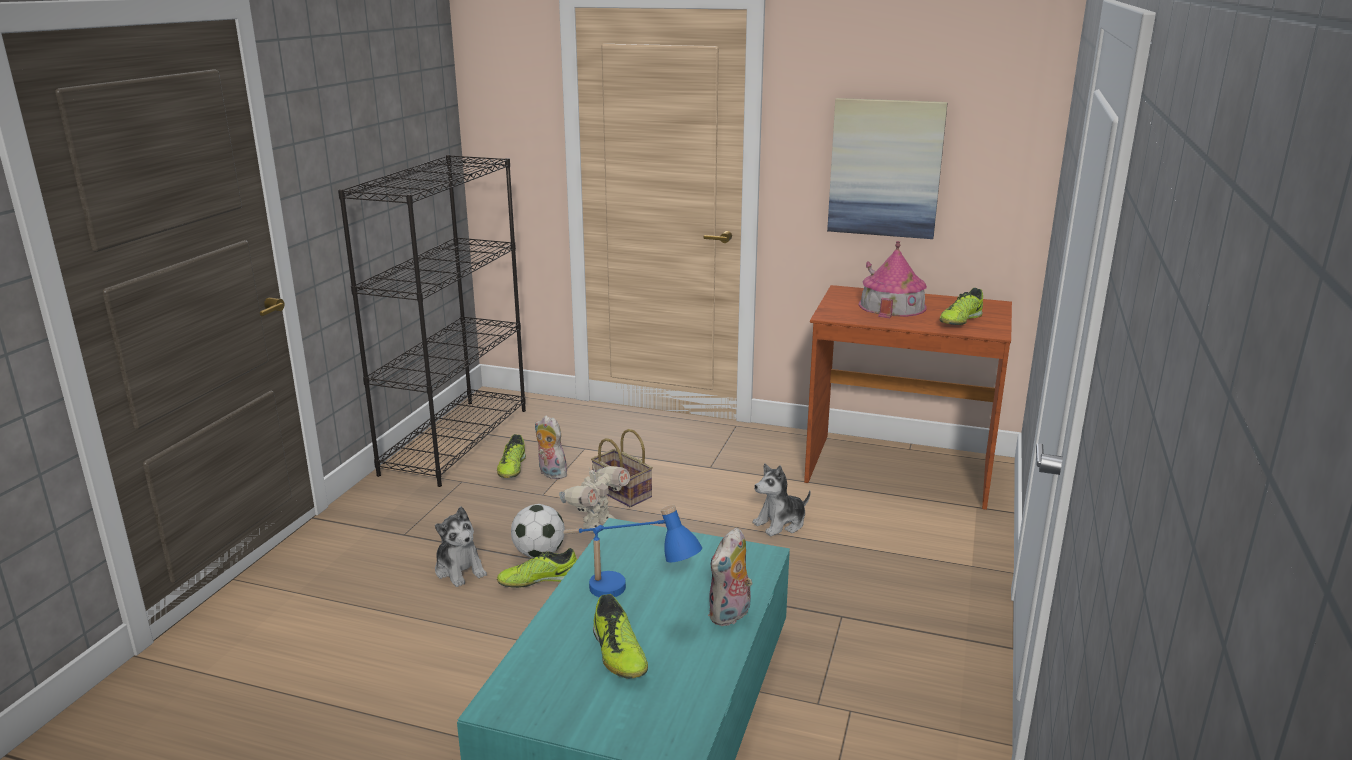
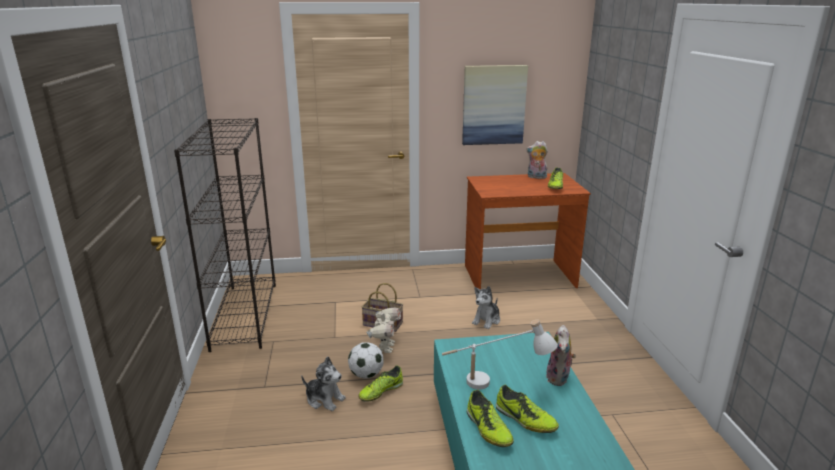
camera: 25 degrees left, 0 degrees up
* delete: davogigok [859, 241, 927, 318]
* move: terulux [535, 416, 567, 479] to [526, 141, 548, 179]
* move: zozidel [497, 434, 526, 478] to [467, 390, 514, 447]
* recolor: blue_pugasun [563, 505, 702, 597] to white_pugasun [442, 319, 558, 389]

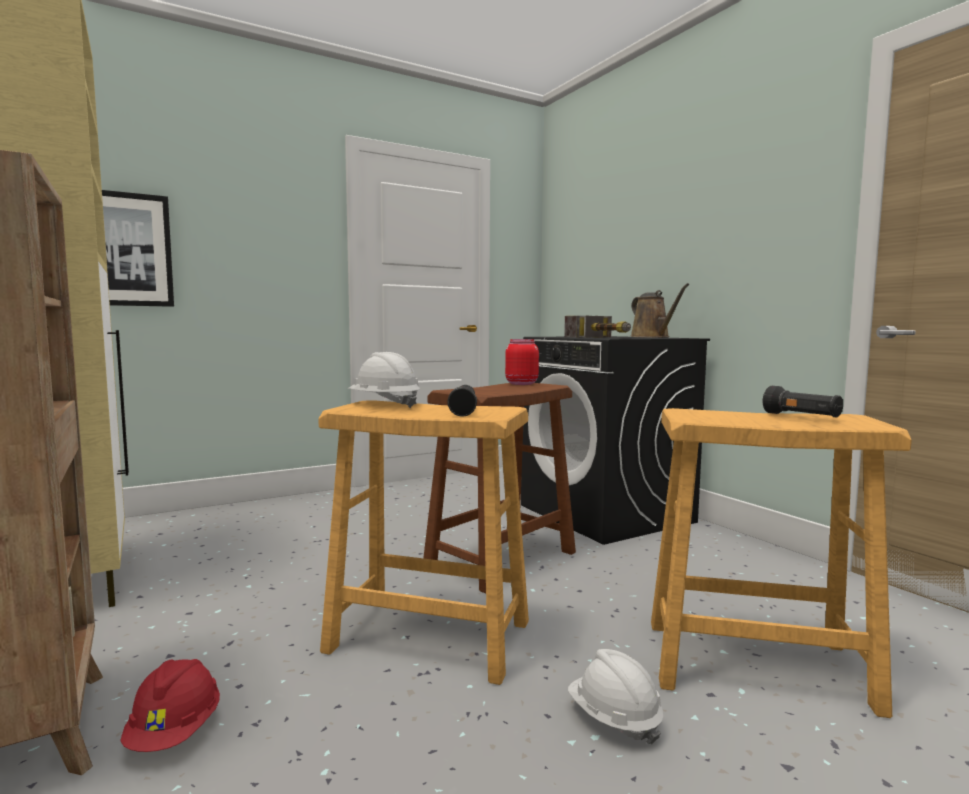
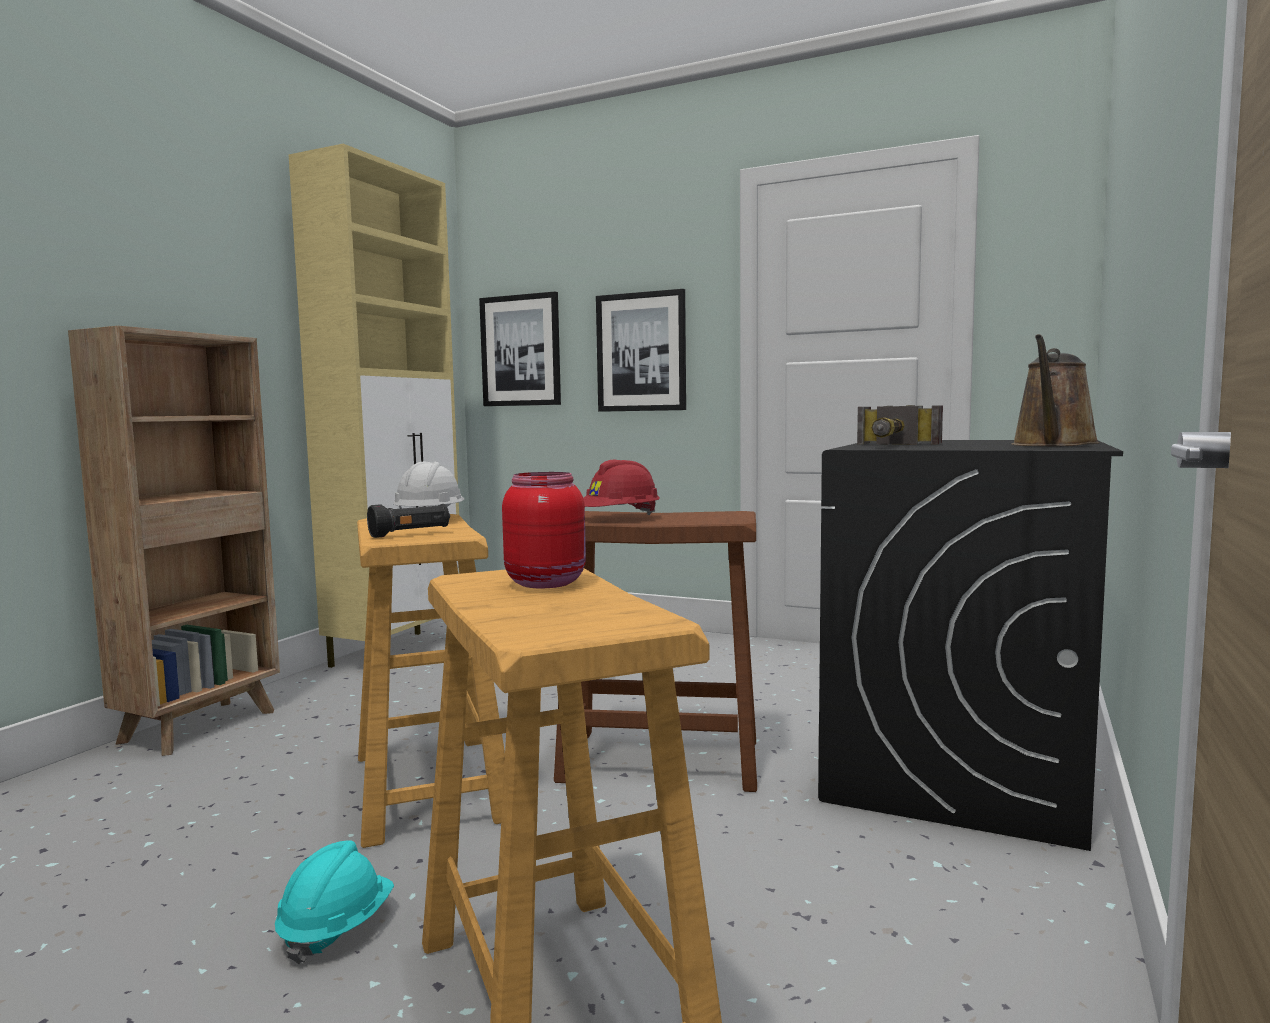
camera: 55 degrees right, 0 degrees up
* move: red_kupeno [505, 339, 539, 385] to [502, 472, 586, 588]
* delete: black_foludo [763, 386, 843, 417]
* recolor: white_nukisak [568, 649, 664, 745] to turquoise_nukisak [275, 840, 394, 964]
* move: red_nukisak [120, 659, 220, 752] to [583, 460, 660, 515]
* insert: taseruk [596, 289, 686, 412]

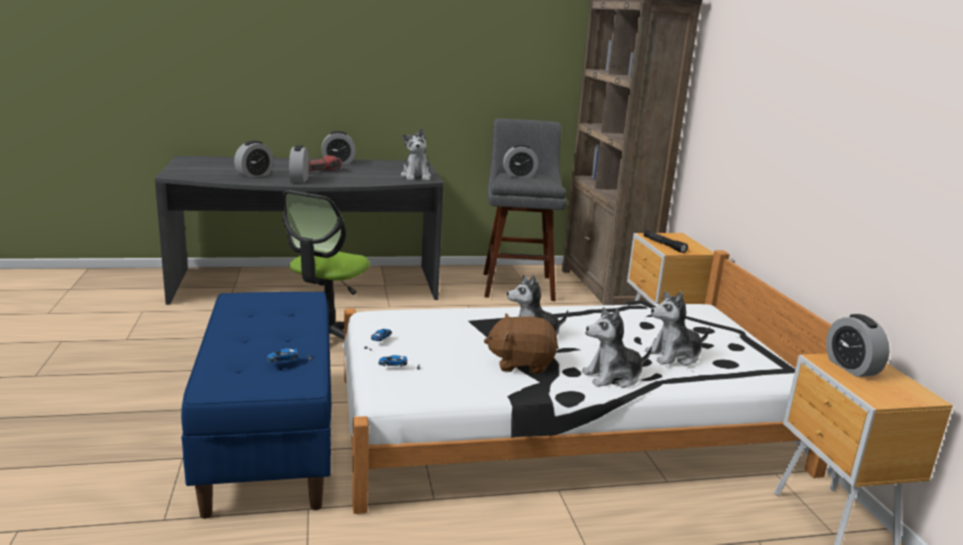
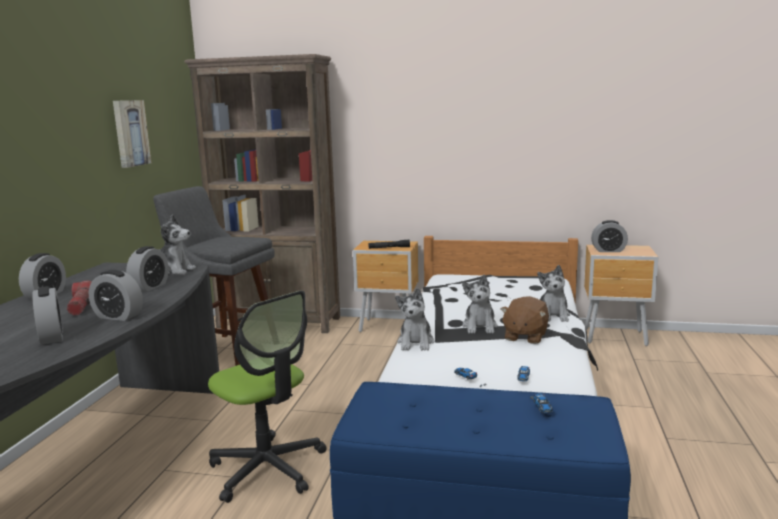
camera: 65 degrees left, 5 degrees down
* move: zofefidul [503, 144, 538, 178] to [126, 246, 169, 292]
* move: terulux [645, 291, 710, 366] to [395, 288, 435, 351]
* insert: taseruk [113, 100, 151, 168]

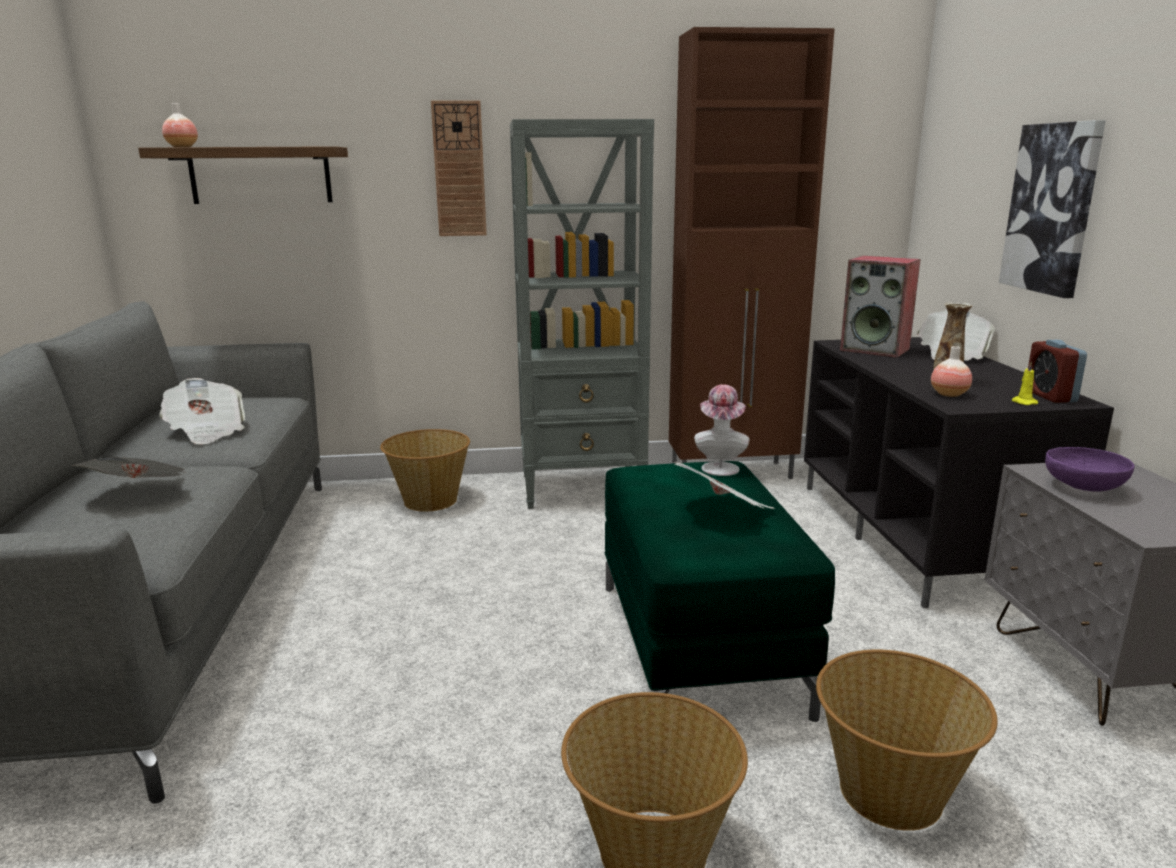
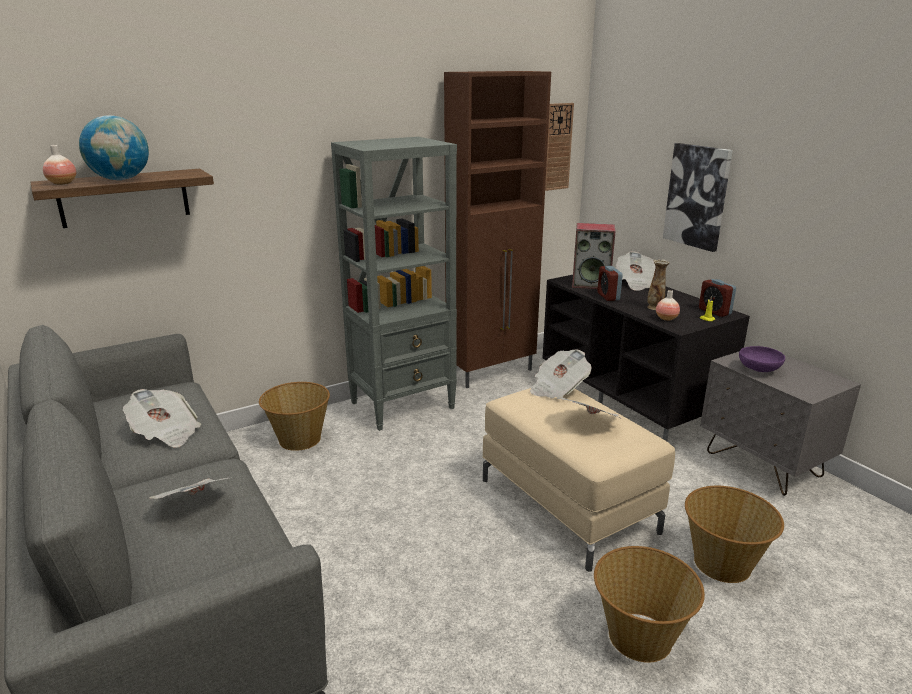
camera: 25 degrees left, 5 degrees up
* move: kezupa [431, 101, 487, 236] to [545, 103, 574, 191]
* replace: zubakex [694, 384, 749, 476] to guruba [530, 350, 591, 399]
* recolor: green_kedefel [605, 461, 835, 722] to beige_kedefel [483, 388, 675, 572]
* insert: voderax [79, 115, 149, 180]
* insert: zofefidul [597, 266, 623, 301]

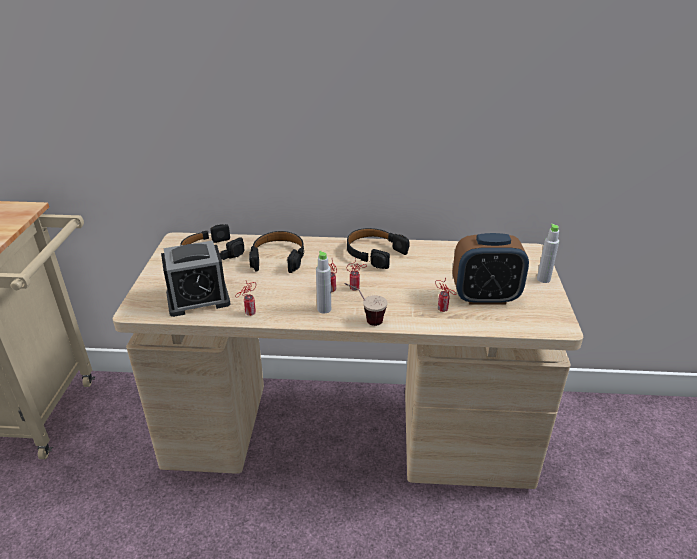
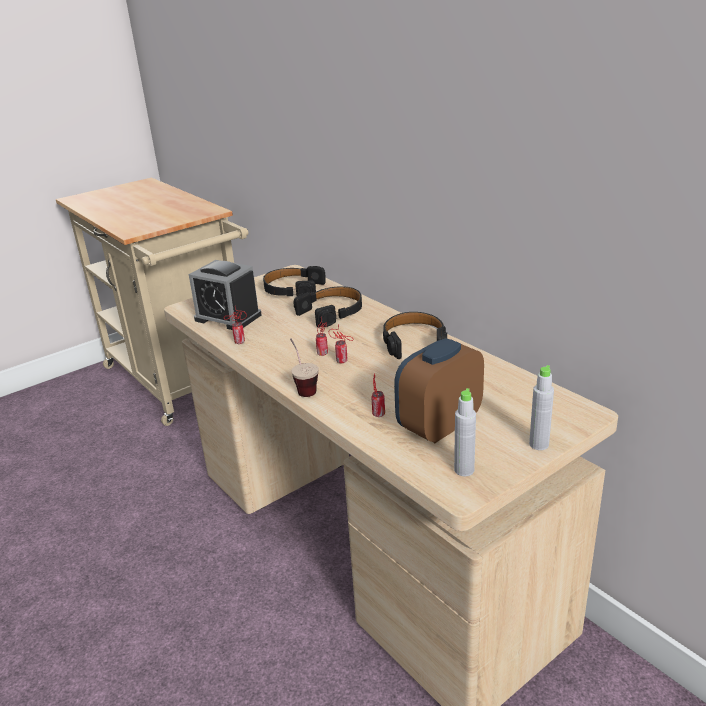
camera: 50 degrees right, 5 degrees down
* rotate: zofefidul [453, 233, 529, 305] = [394, 338, 484, 443] 90 degrees clockwise
* move: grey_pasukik [316, 251, 331, 313] to [454, 388, 476, 476]

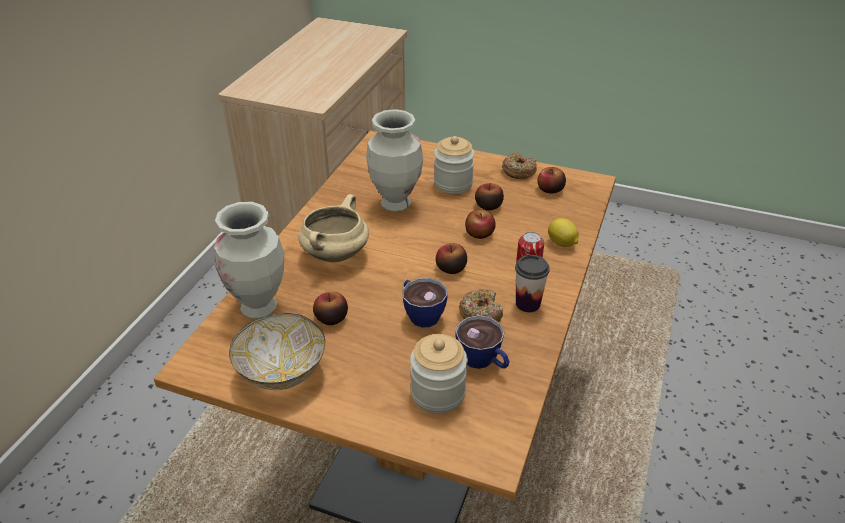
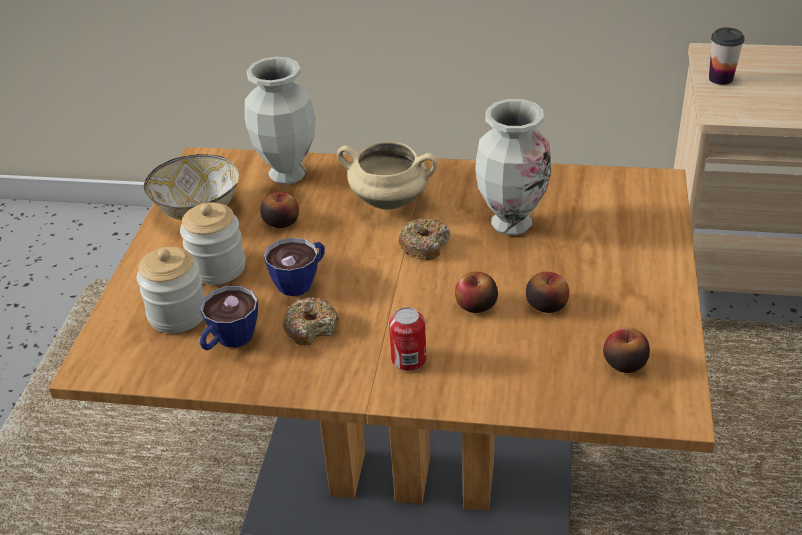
camera: 80 degrees right, 0 degrees up
* move: kupeno [434, 136, 475, 194] to [180, 203, 245, 285]
* move: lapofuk [502, 152, 537, 179] to [399, 218, 450, 260]
* delete: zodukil [548, 218, 579, 247]
* delete: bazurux [436, 243, 467, 274]
* move: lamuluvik [515, 255, 550, 312] to [709, 27, 745, 85]

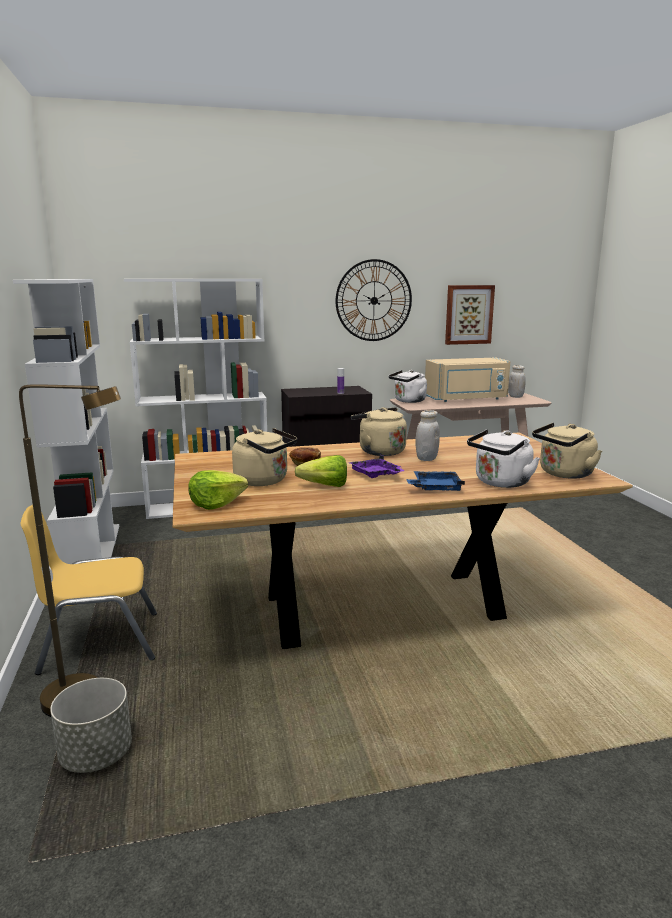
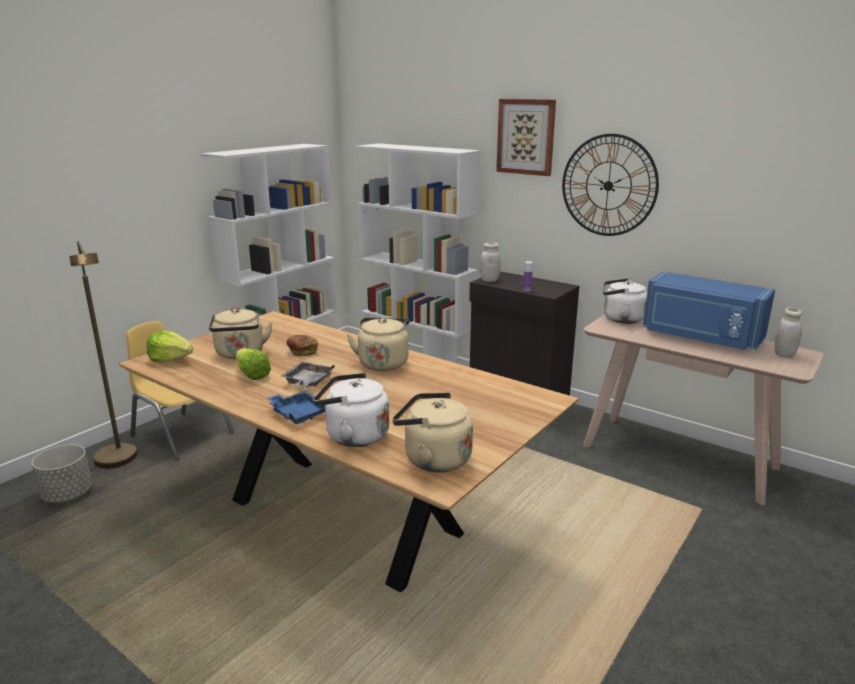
camera: 50 degrees right, 5 degrees up
* move: taseruk [445, 285, 495, 345] to [496, 99, 556, 176]
* recolor: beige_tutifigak [425, 358, 510, 402] to blue_tutifigak [643, 272, 775, 350]
* move: white_kupeno [416, 410, 440, 461] to [480, 243, 501, 282]
* recolor: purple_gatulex [349, 455, 405, 478] to grey_gatulex [281, 362, 334, 387]

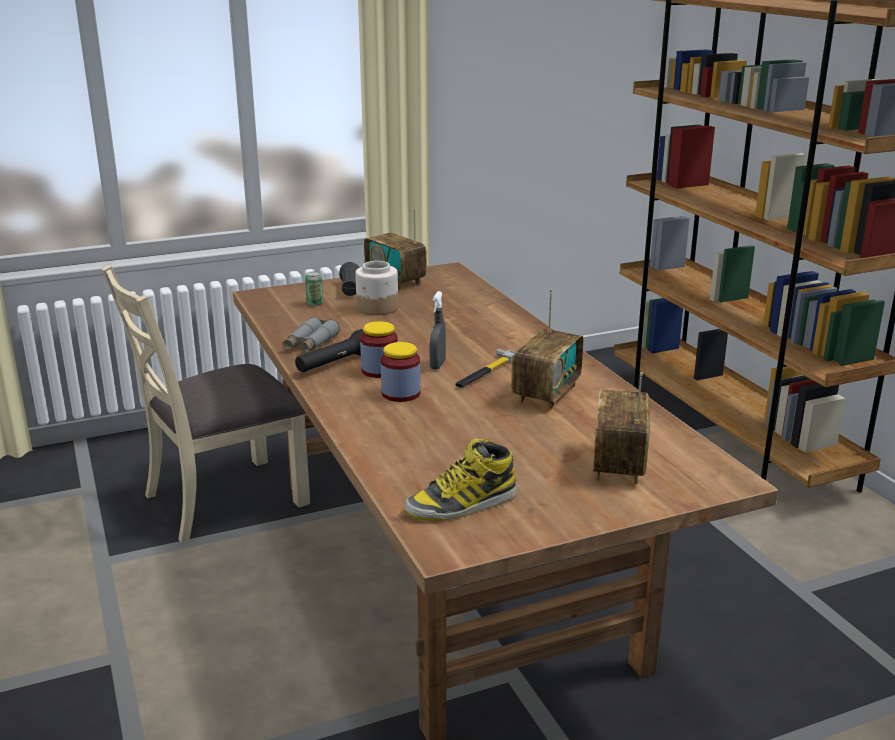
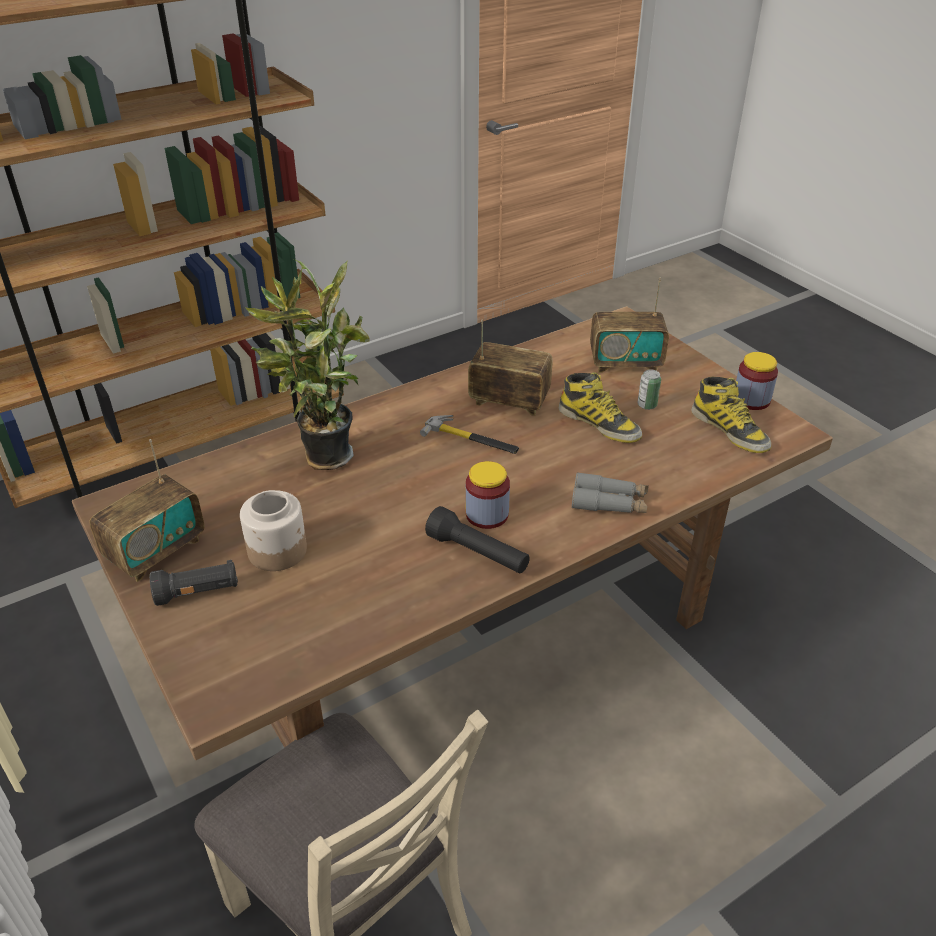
camera: 100 degrees left, 15 degrees up
* move: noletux [305, 271, 323, 306] to [638, 369, 661, 410]
* delete: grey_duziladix [429, 291, 446, 370]
* move: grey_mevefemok [282, 317, 340, 353] to [572, 473, 649, 513]
* move: kupeno [381, 342, 421, 402] to [736, 352, 778, 410]
* insert: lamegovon [245, 259, 370, 470]
* insert: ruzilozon [558, 372, 642, 443]

